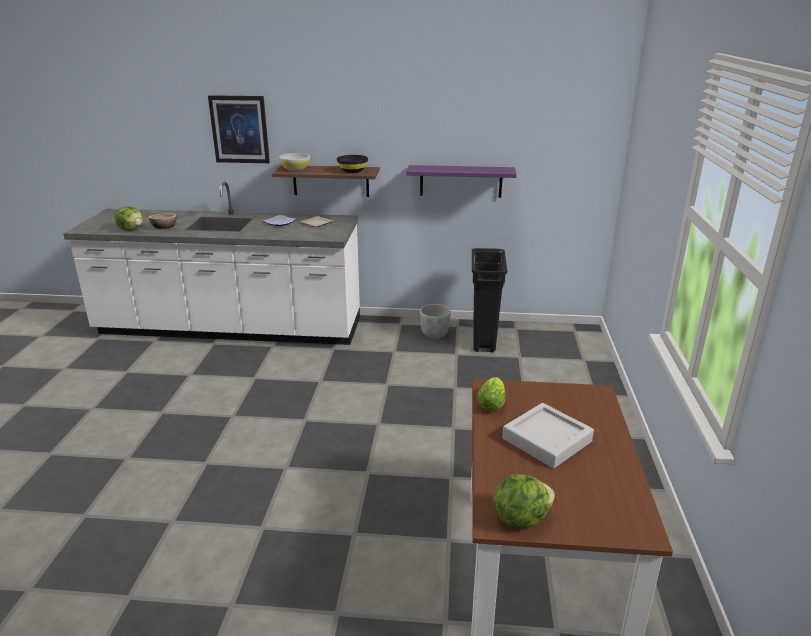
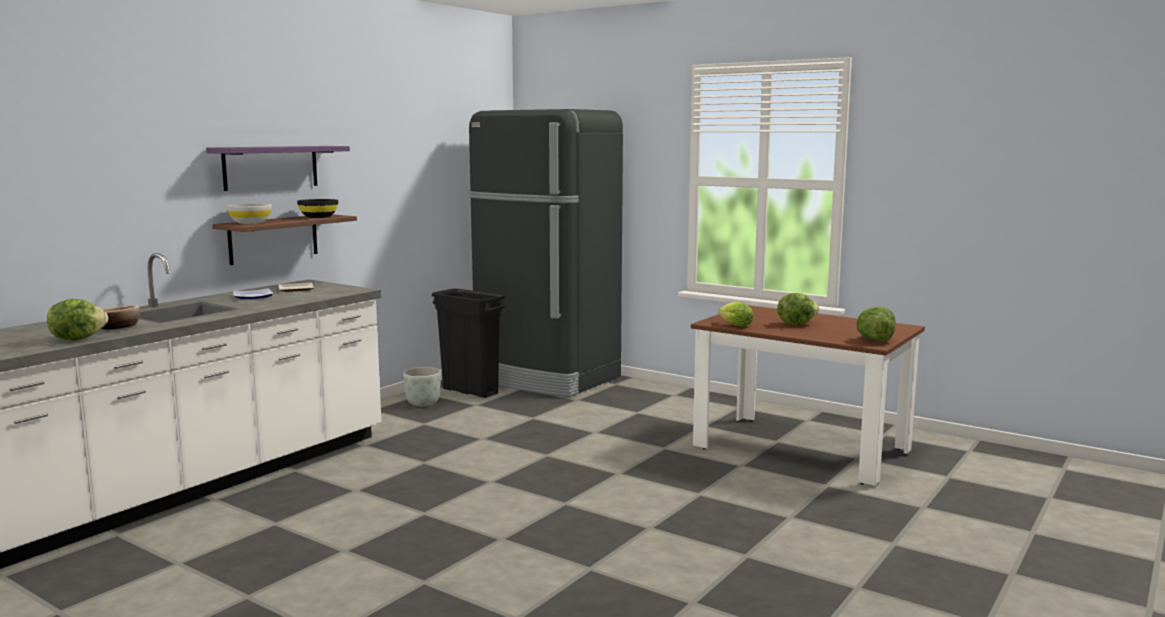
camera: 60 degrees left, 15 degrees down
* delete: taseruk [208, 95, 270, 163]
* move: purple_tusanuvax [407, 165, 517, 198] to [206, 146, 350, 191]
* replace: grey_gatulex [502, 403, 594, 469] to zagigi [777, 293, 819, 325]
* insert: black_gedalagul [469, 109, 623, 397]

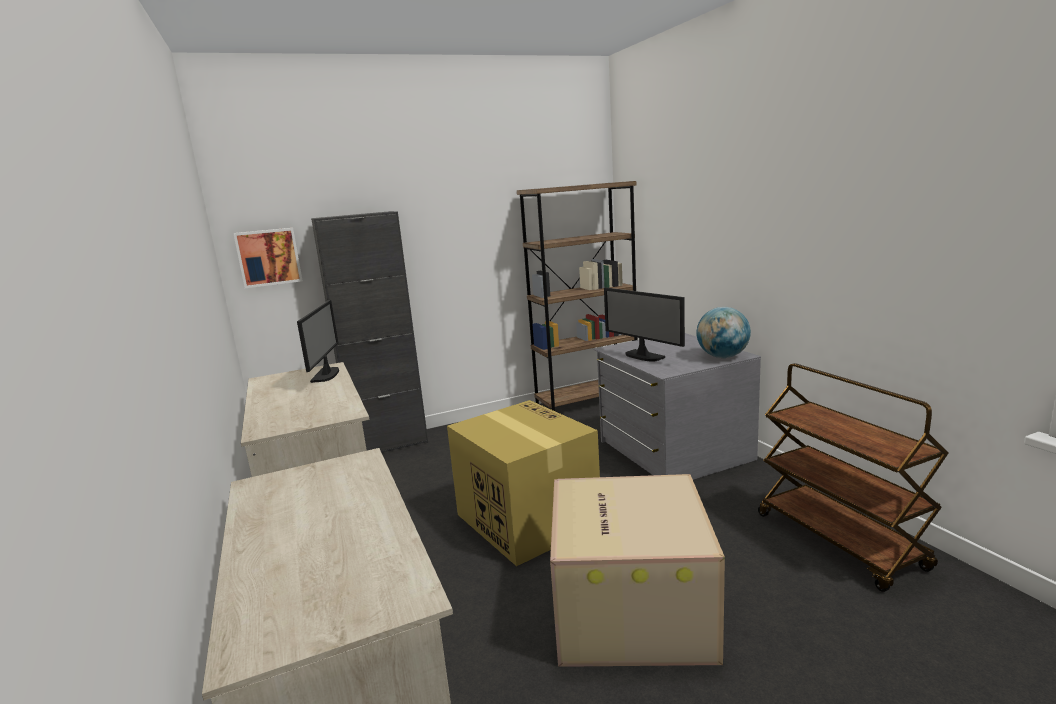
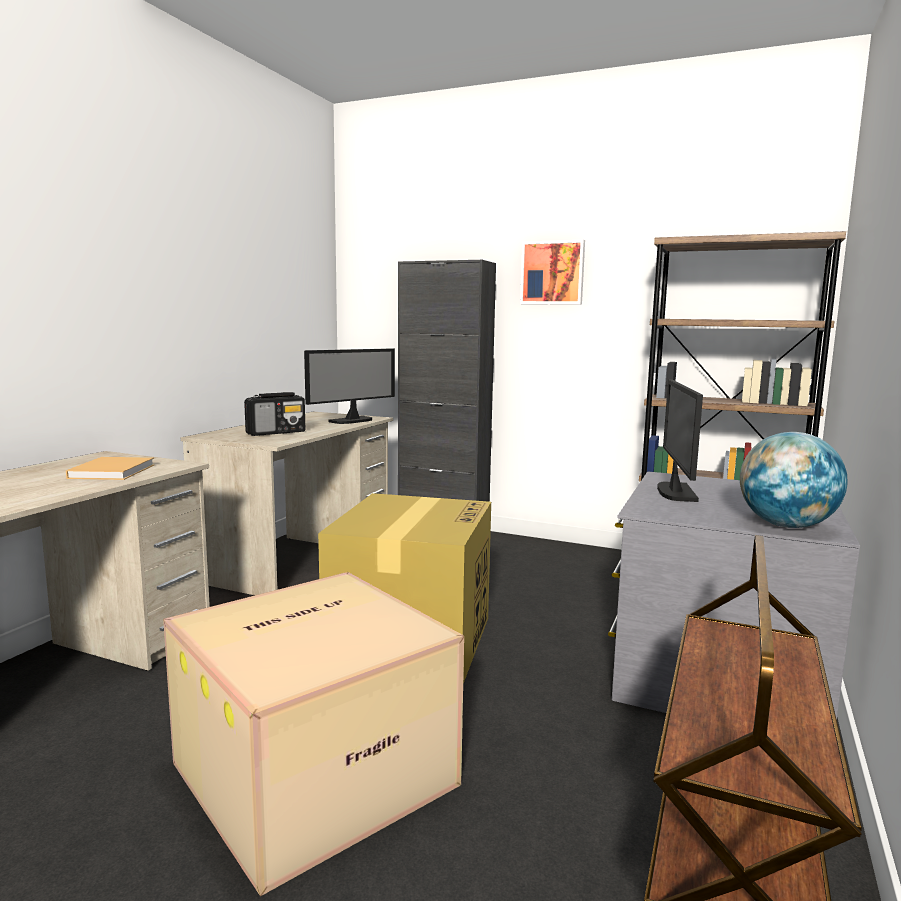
camera: 45 degrees right, 5 degrees down
* move: taseruk [233, 228, 303, 288] to [520, 240, 585, 304]
* insert: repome [244, 392, 305, 436]
* insert: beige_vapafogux [66, 457, 154, 480]

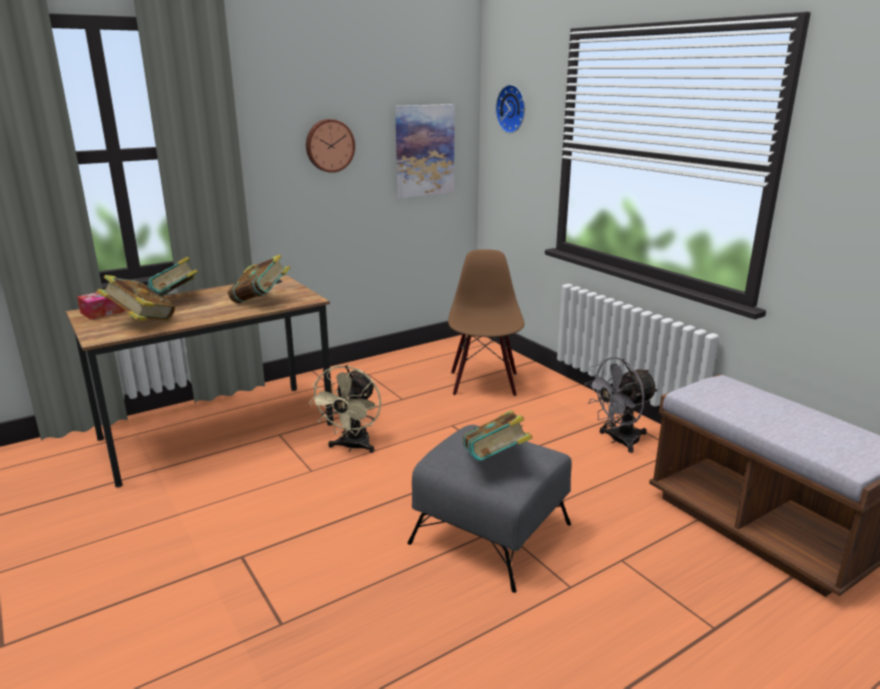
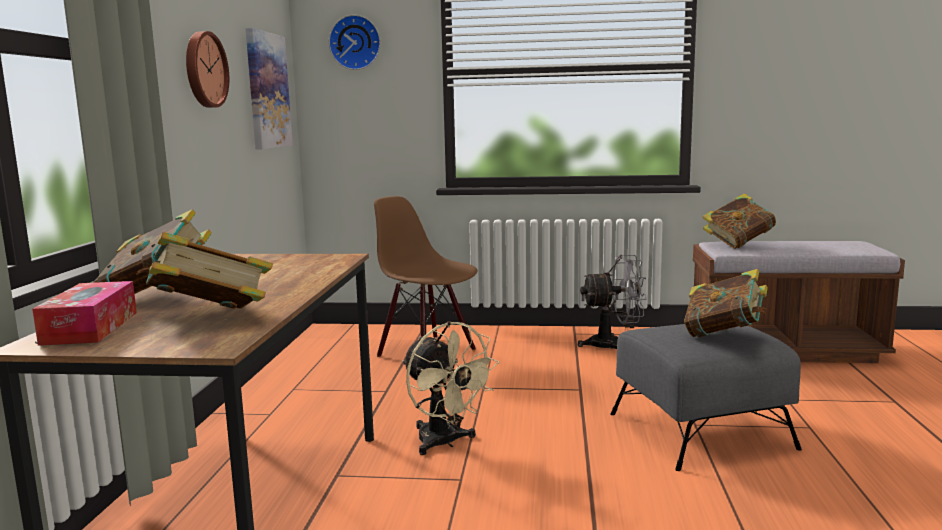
camera: 50 degrees left, 10 degrees down
* move: vapafogux [228, 254, 290, 303] to [703, 193, 776, 249]
* rotate: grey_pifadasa [585, 357, 658, 453] = [578, 255, 647, 349] 105 degrees counterclockwise

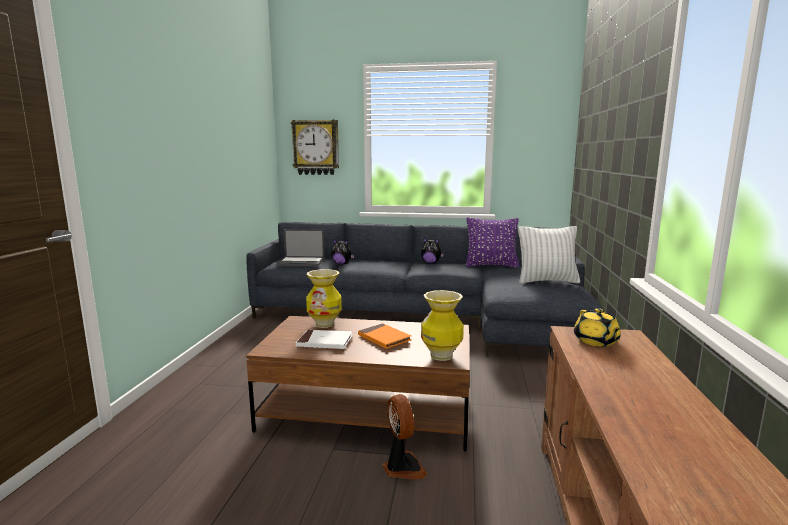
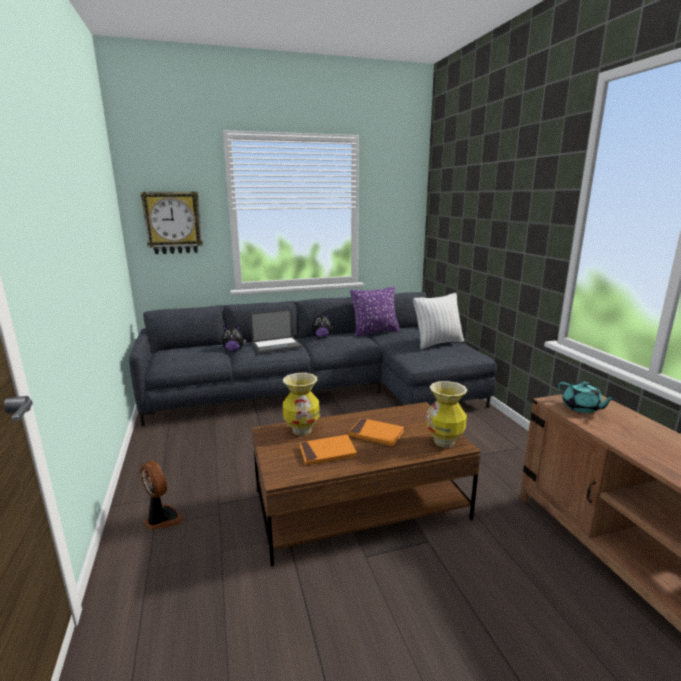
camera: 25 degrees left, 5 degrees up
* move: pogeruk [276, 229, 325, 266] to [250, 309, 302, 354]
* recolor: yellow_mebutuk [574, 308, 621, 347] to turquoise_mebutuk [558, 381, 616, 413]
* recolor: white_vapafogux [296, 330, 353, 349] to orange_vapafogux [300, 435, 357, 465]
* move: pifadasa [383, 394, 428, 480] to [140, 461, 185, 530]

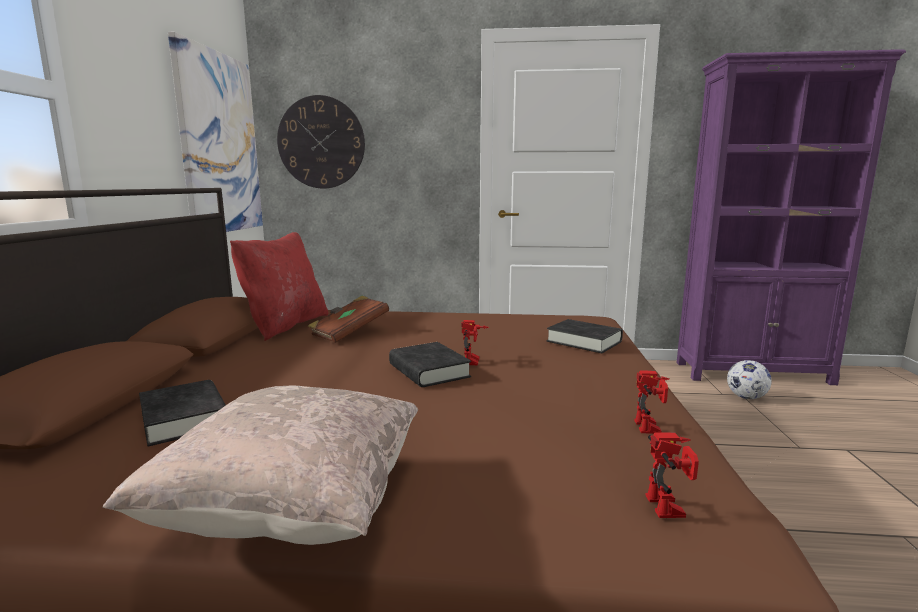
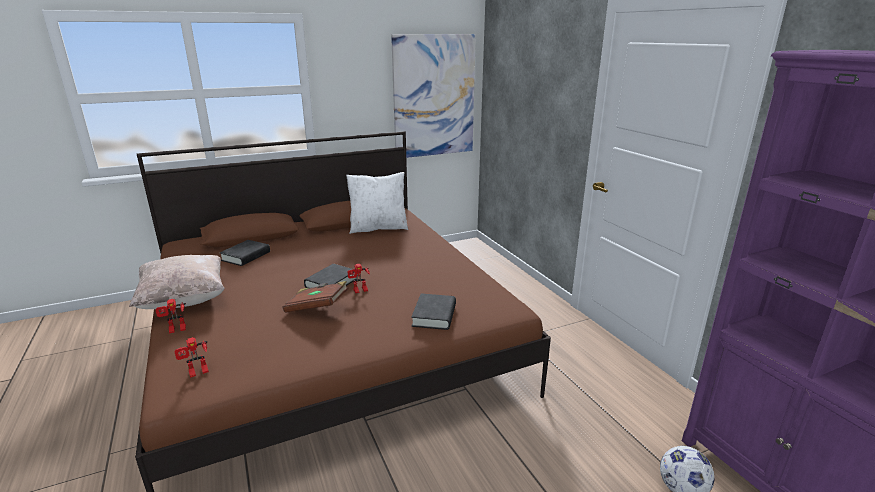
camera: 60 degrees right, 10 degrees up
* delete: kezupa [277, 95, 365, 189]
* recolor: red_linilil [230, 232, 329, 341] to white_linilil [346, 172, 408, 234]
* move: brown_vapafogux [308, 296, 389, 343] to [283, 281, 348, 313]
* move: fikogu [634, 370, 669, 434] to [155, 299, 186, 333]

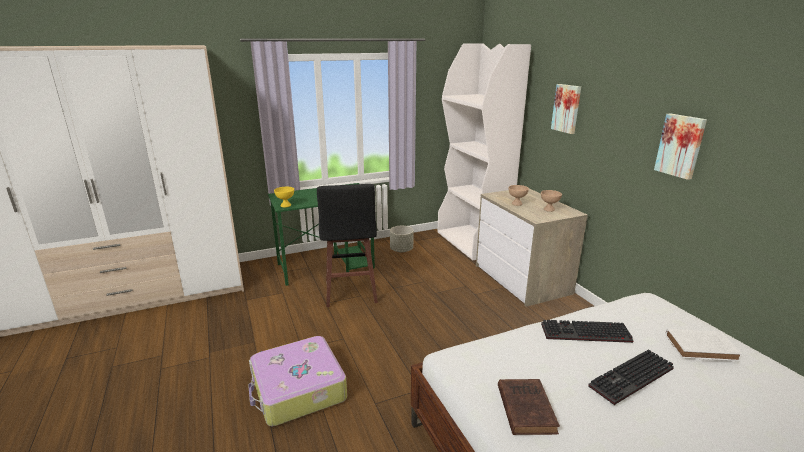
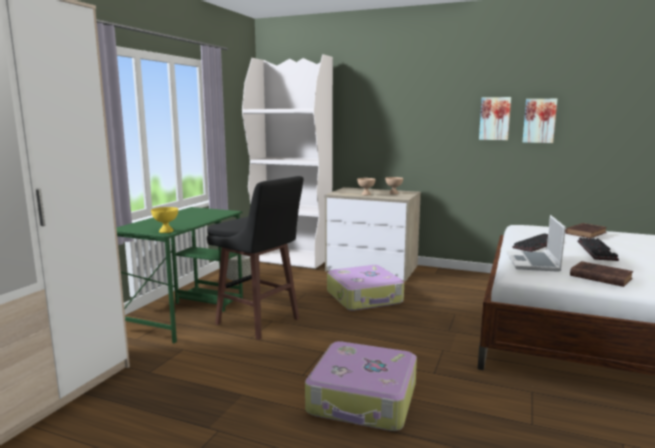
camera: 45 degrees left, 10 degrees down
* move: taseruk [551, 84, 581, 134] to [522, 99, 557, 143]
* recolor: white_vapafogux [665, 329, 742, 361] to brown_vapafogux [565, 223, 607, 238]
* insert: pogeruk [507, 215, 566, 272]
* insert: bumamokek [327, 265, 404, 311]

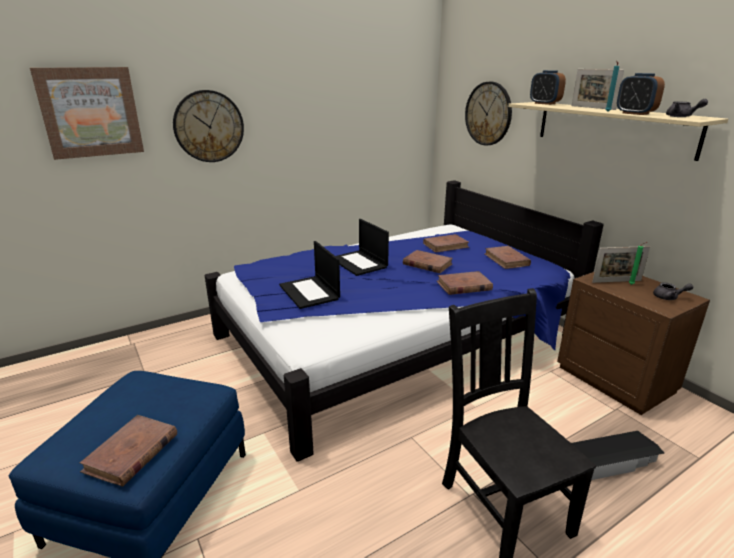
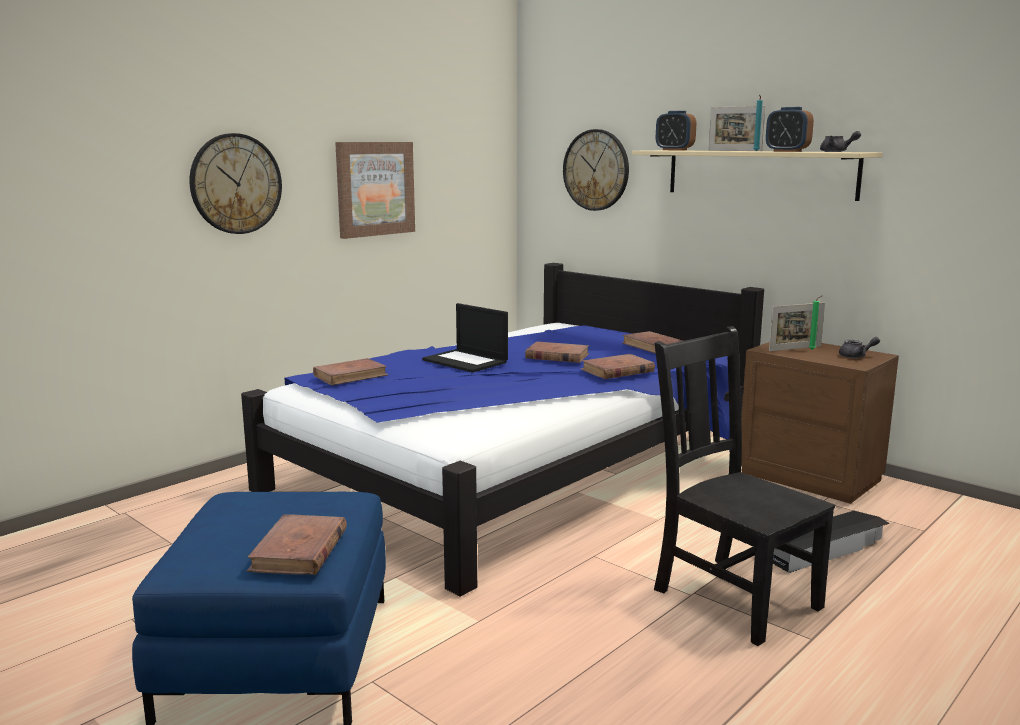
camera: 15 degrees left, 10 degrees down
* move: taseruk [30, 67, 144, 160] to [335, 142, 415, 239]
* move: brown_vapafogux [423, 234, 469, 253] to [313, 358, 389, 385]
* delete: pogeruk [279, 241, 340, 309]

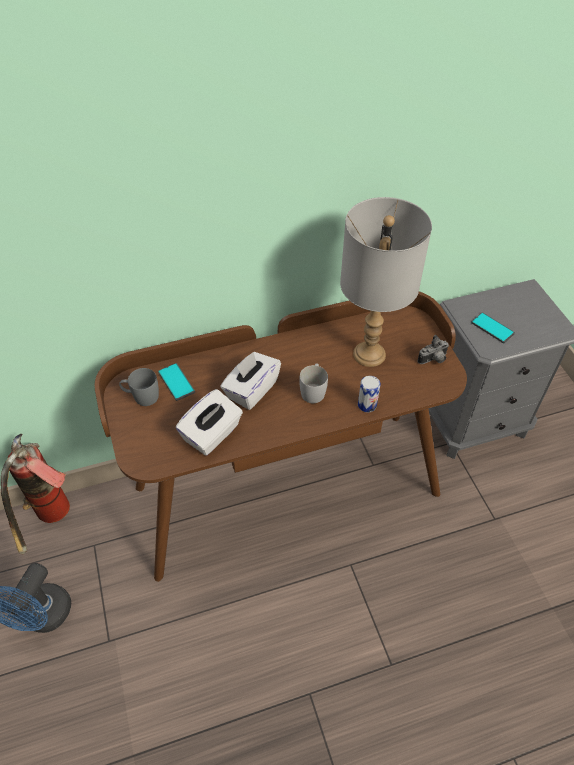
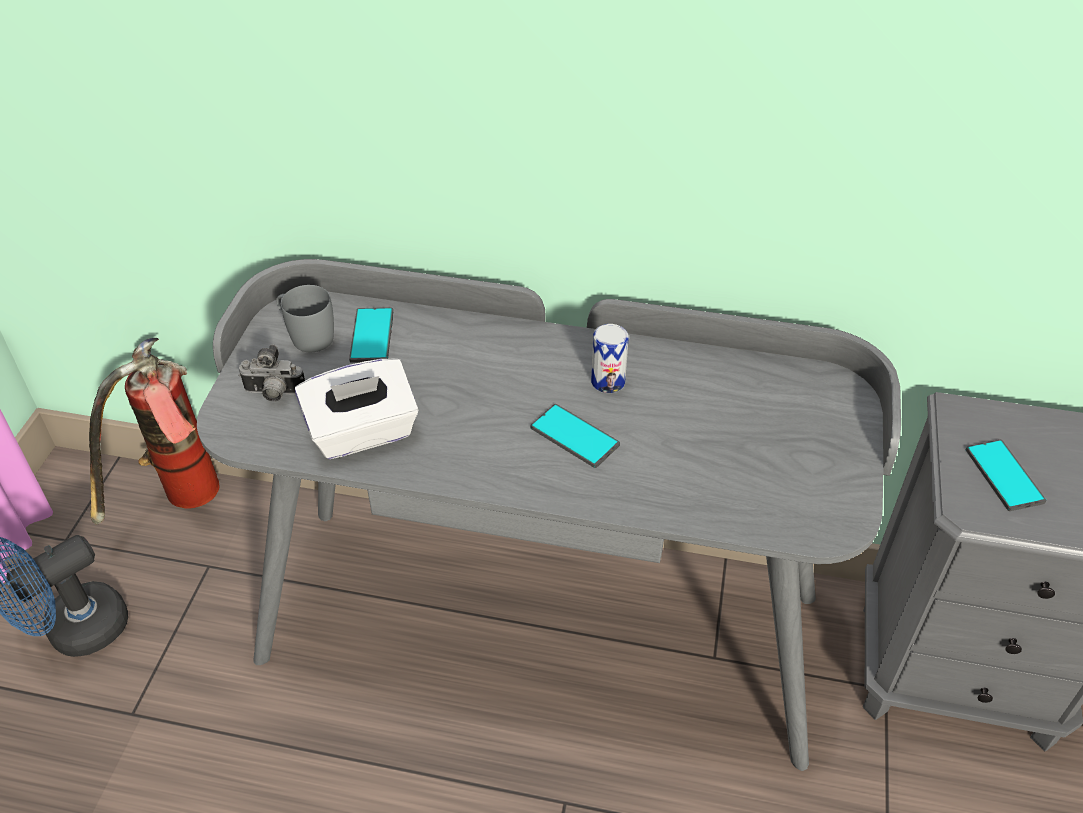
camera: 30 degrees right, 5 degrees down
* delete: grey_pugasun [340, 197, 432, 367]
* recolor: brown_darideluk [95, 292, 467, 582] to grey_darideluk [197, 259, 901, 771]
* move: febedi [417, 335, 449, 364] to [238, 344, 305, 402]
* delete: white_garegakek [220, 352, 281, 410]
* replace: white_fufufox [299, 364, 328, 403] to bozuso [531, 404, 620, 468]
* move: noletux [358, 376, 380, 412] to [591, 324, 629, 393]

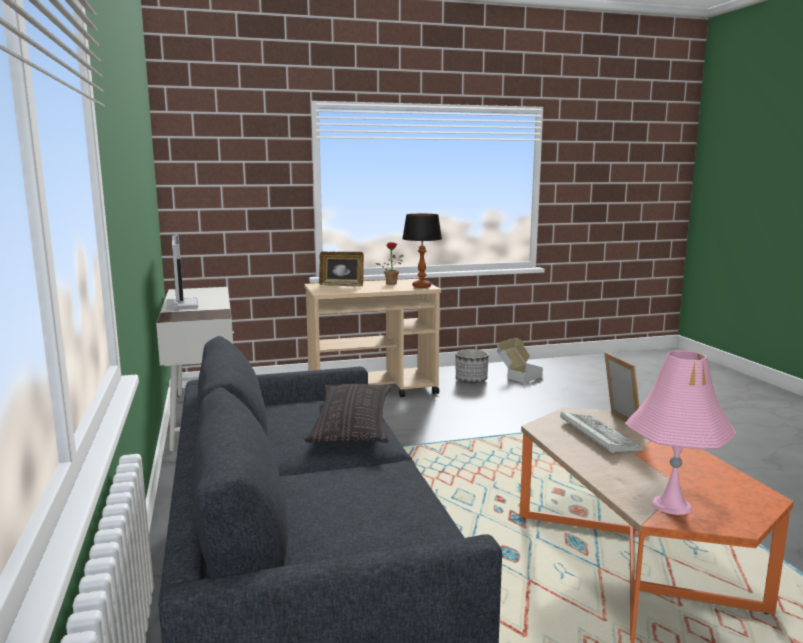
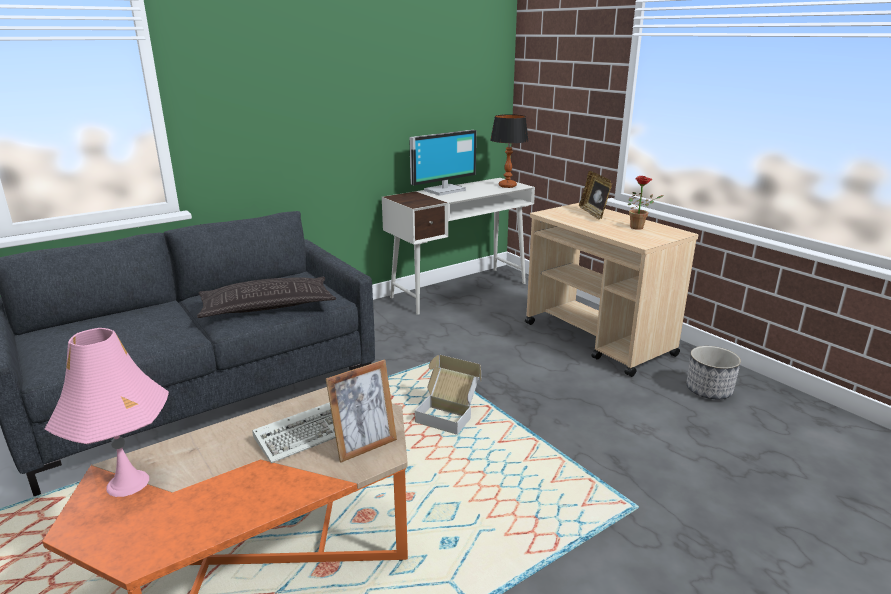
camera: 70 degrees right, 10 degrees up
* move: pugasun [402, 214, 442, 288] to [490, 114, 529, 188]
* move: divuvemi [497, 338, 543, 383] to [415, 355, 482, 435]

